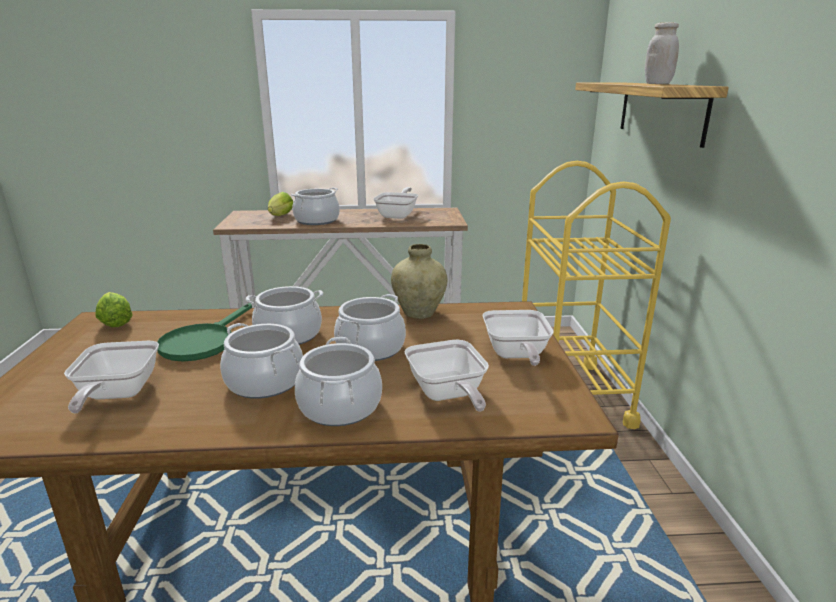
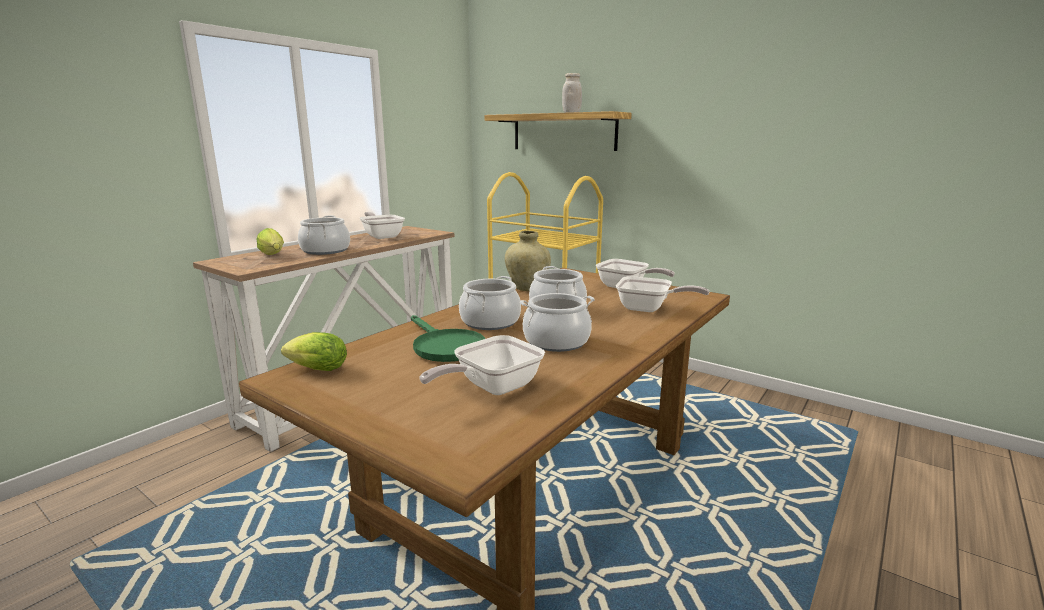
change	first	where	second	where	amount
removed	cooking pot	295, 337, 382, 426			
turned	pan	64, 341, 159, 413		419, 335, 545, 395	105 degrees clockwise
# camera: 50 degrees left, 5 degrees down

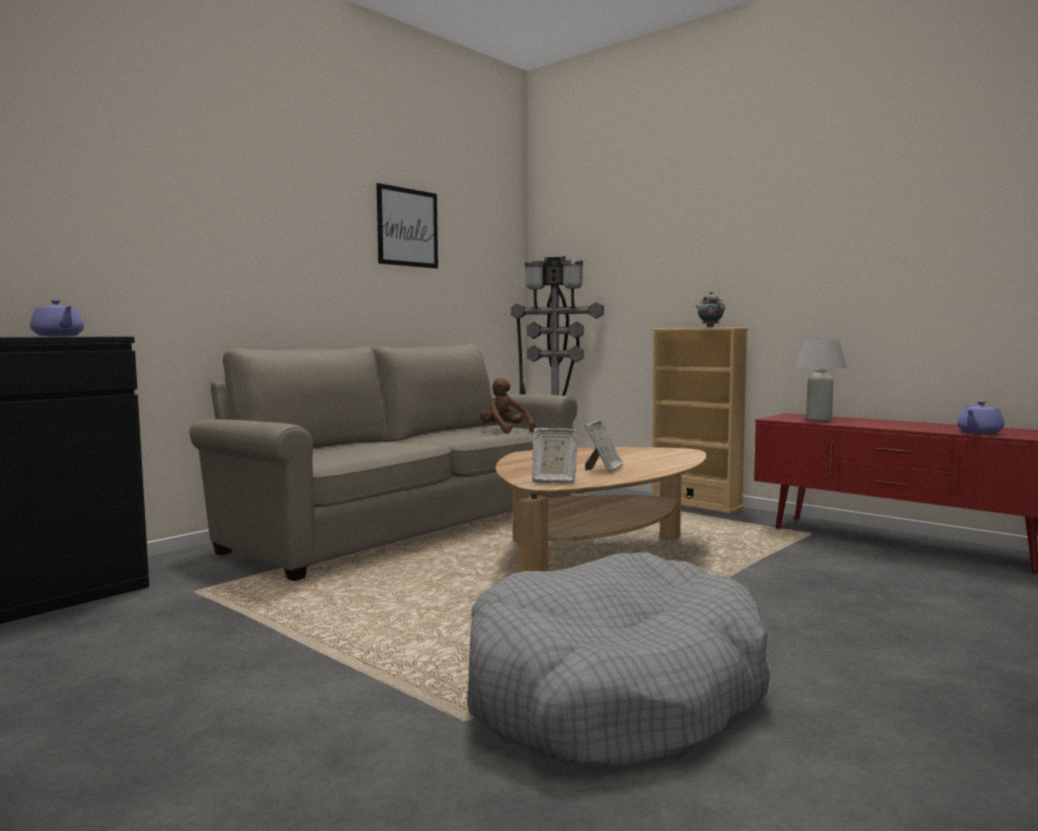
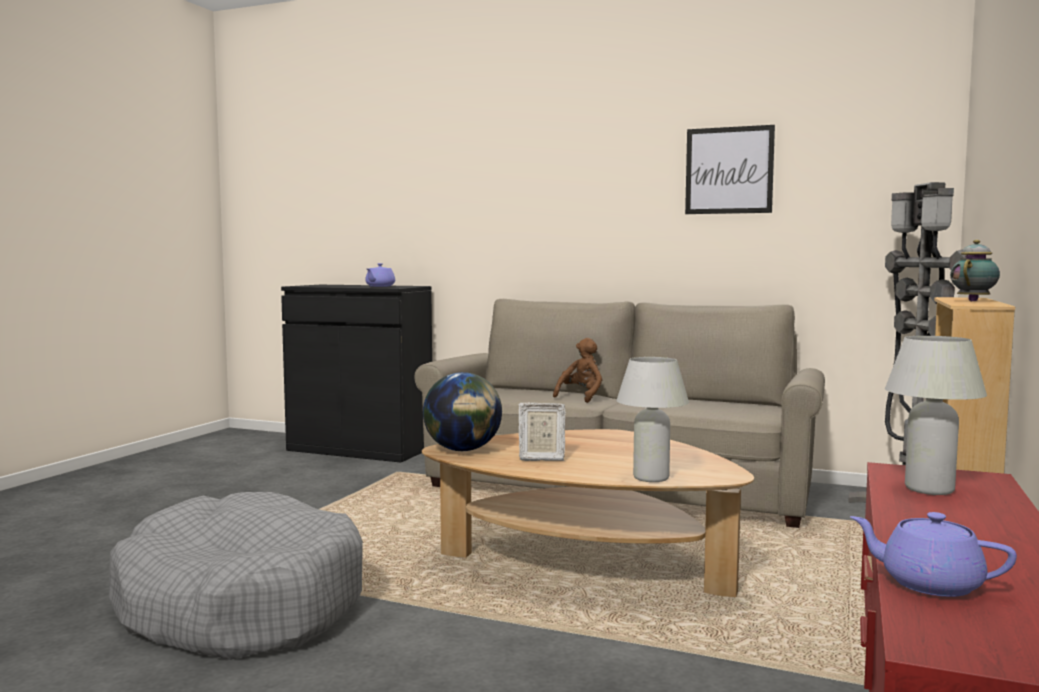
change	first	where	second	where	amount
moved	plush toy in brown-coloured	480, 377, 535, 434		553, 338, 602, 403	
replaced	picture frame	532, 428, 578, 483	world globe	423, 372, 502, 451	
added			tabletop lamp in white	616, 357, 689, 482	
# camera: 70 degrees right, 0 degrees up

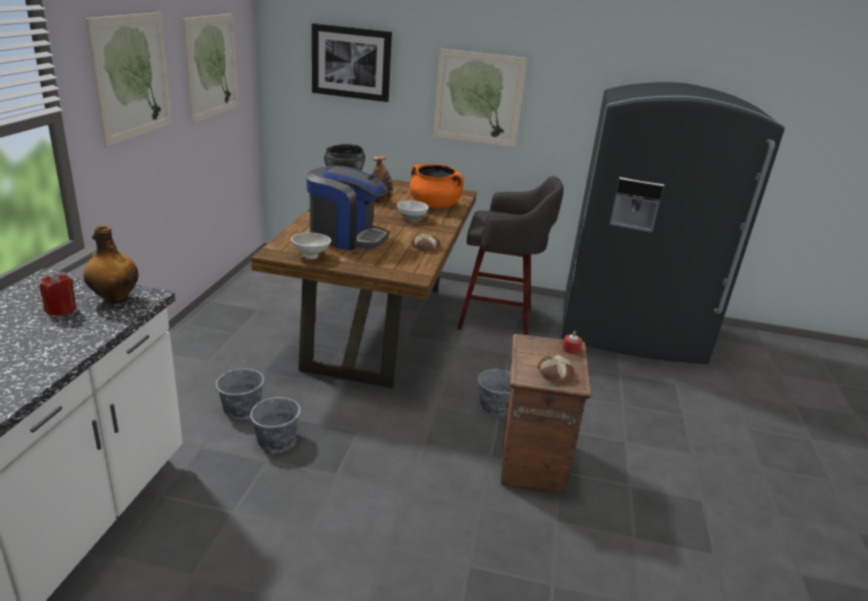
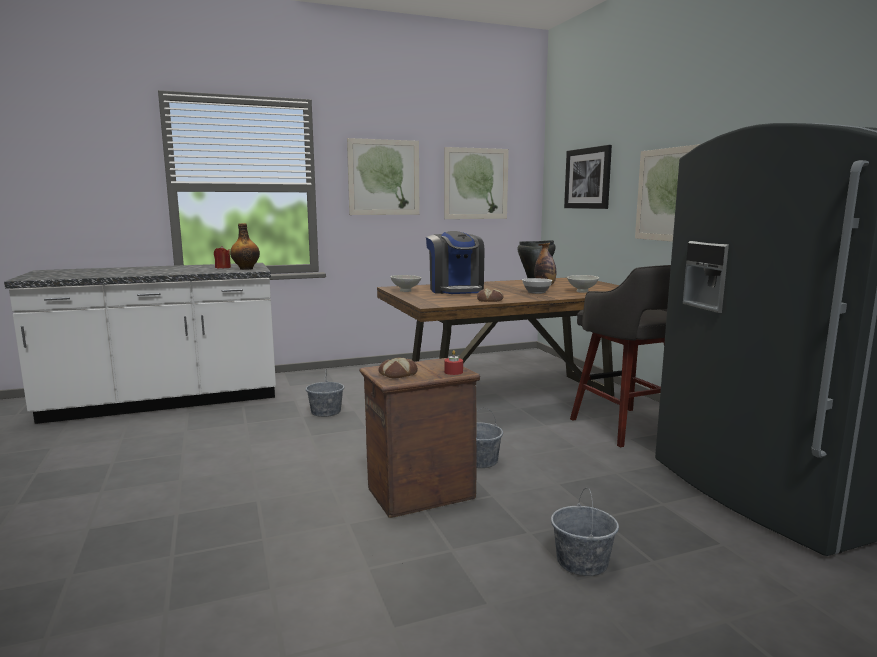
change	first	where	second	where	amount
replaced	cooking pot in orange	410, 164, 464, 208	deep dish in white	567, 275, 599, 293	
moved	pail in grey	216, 359, 264, 418		551, 488, 619, 576	
# camera: 60 degrees right, 15 degrees down

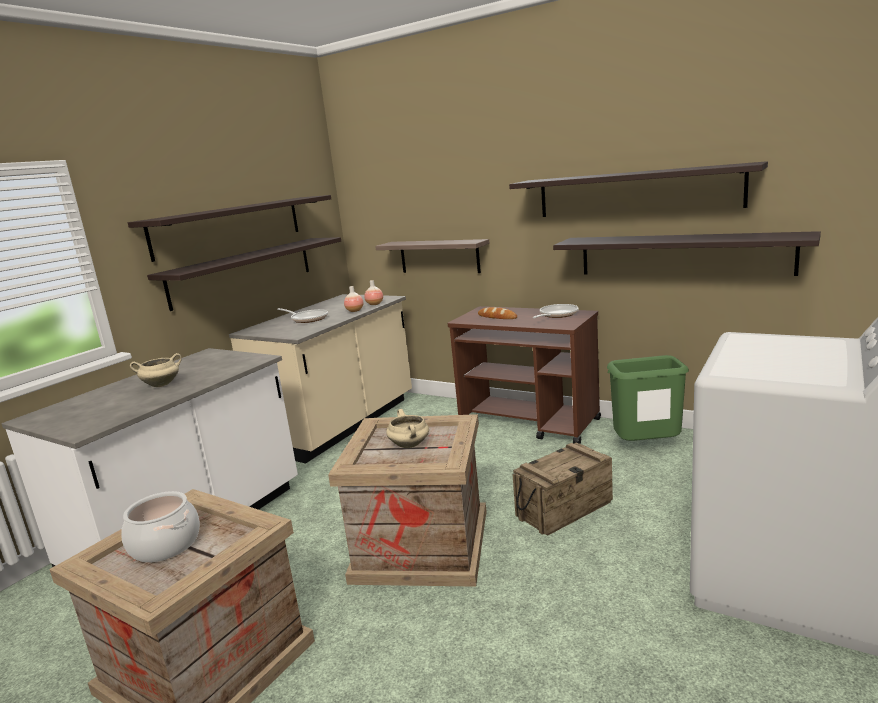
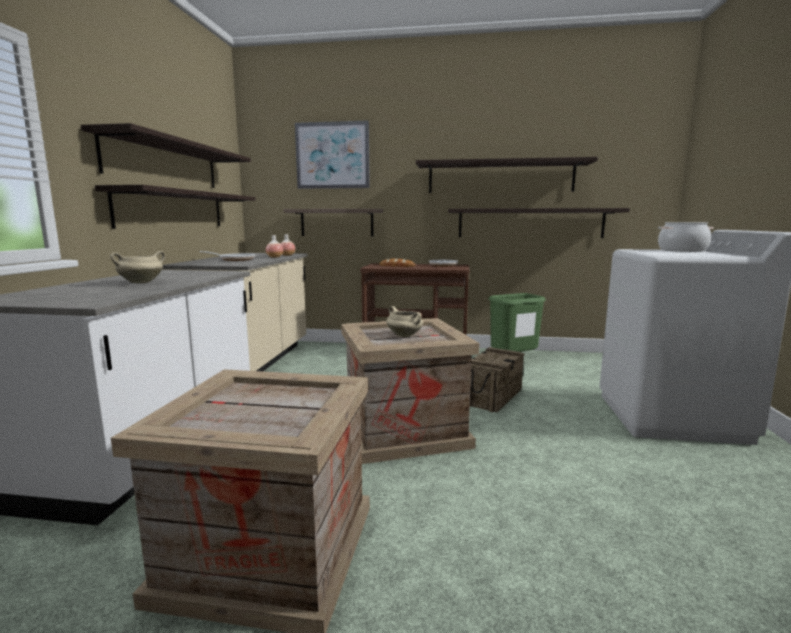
change	first	where	second	where	amount
moved	cooking pot	121, 491, 200, 562		658, 222, 713, 252	
added			picture	295, 121, 370, 189	
# camera: 25 degrees left, 5 degrees down

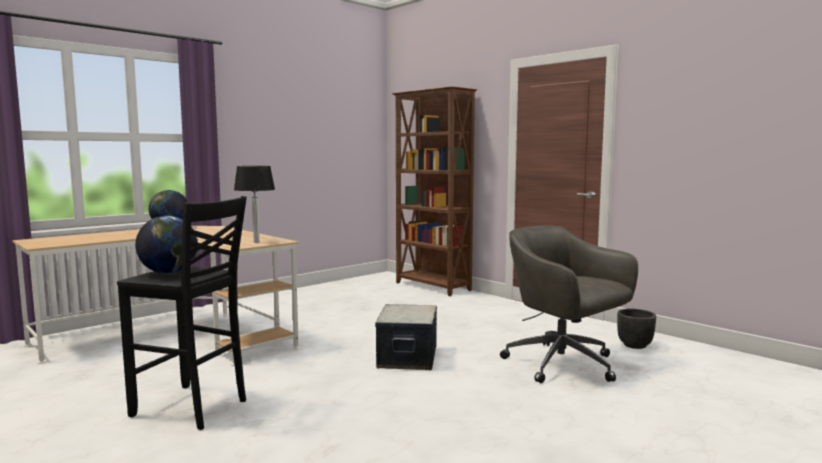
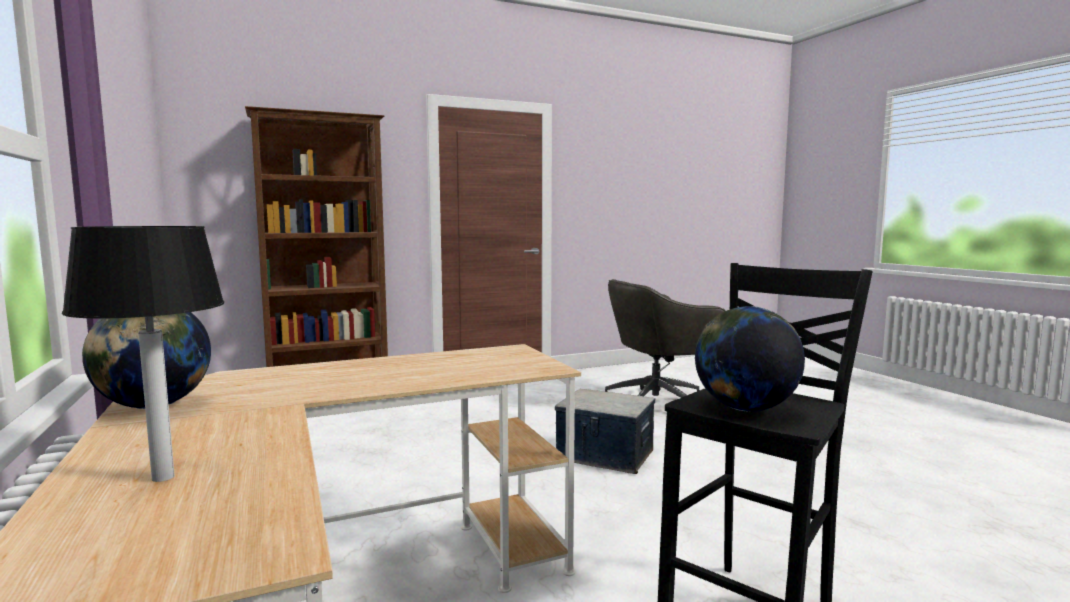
change	first	where	second	where	amount
moved	tabletop lamp	234, 166, 275, 243		62, 226, 224, 482	
removed	flower pot in black	617, 309, 656, 349			
# camera: 70 degrees left, 0 degrees up

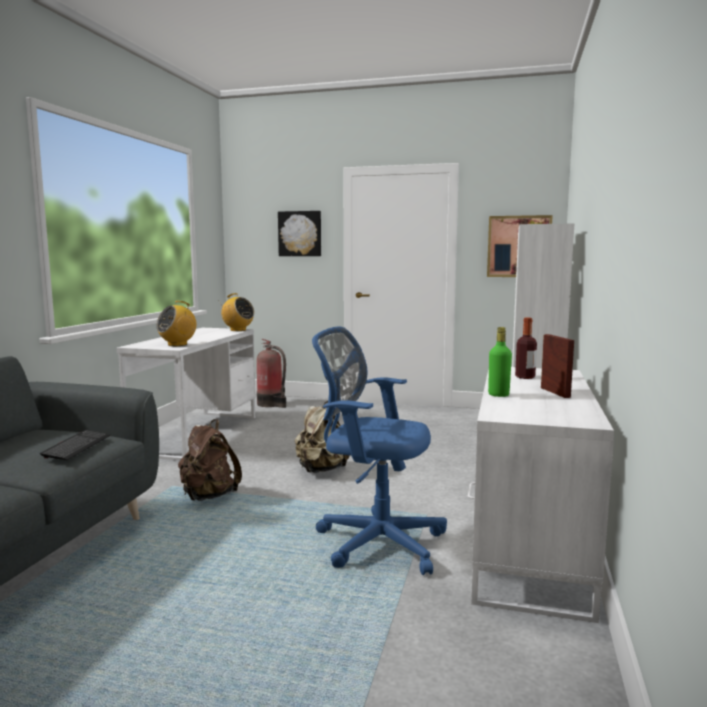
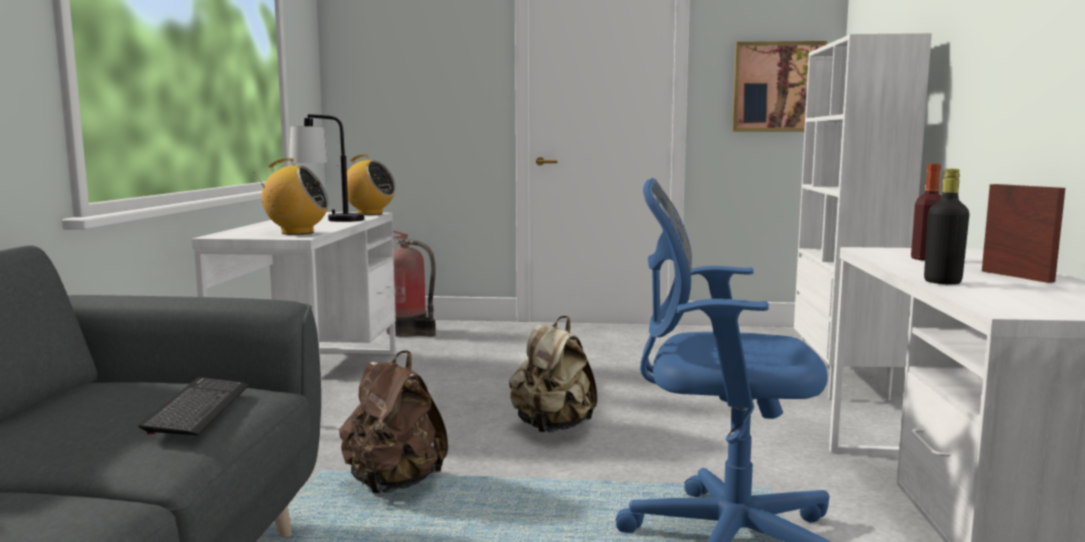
change	first	where	second	where	amount
removed	picture	278, 211, 321, 256			
turned	radio set	156, 301, 196, 346		254, 158, 329, 235	120 degrees counterclockwise
recoloured	bottle in green	488, 327, 512, 397	bottle in black	924, 169, 970, 284	
added			tabletop lamp	289, 114, 364, 222	
# camera: 10 degrees left, 0 degrees up

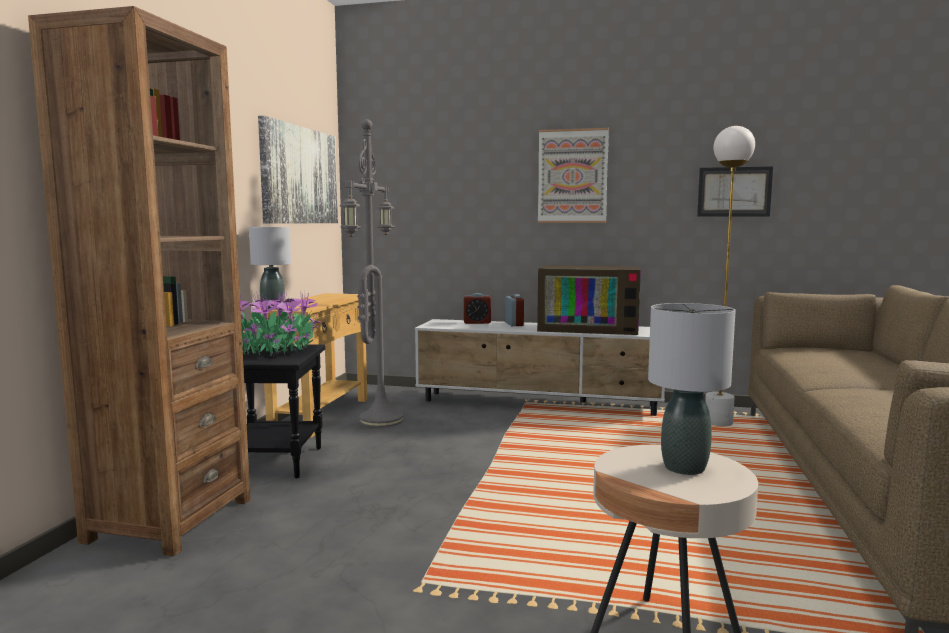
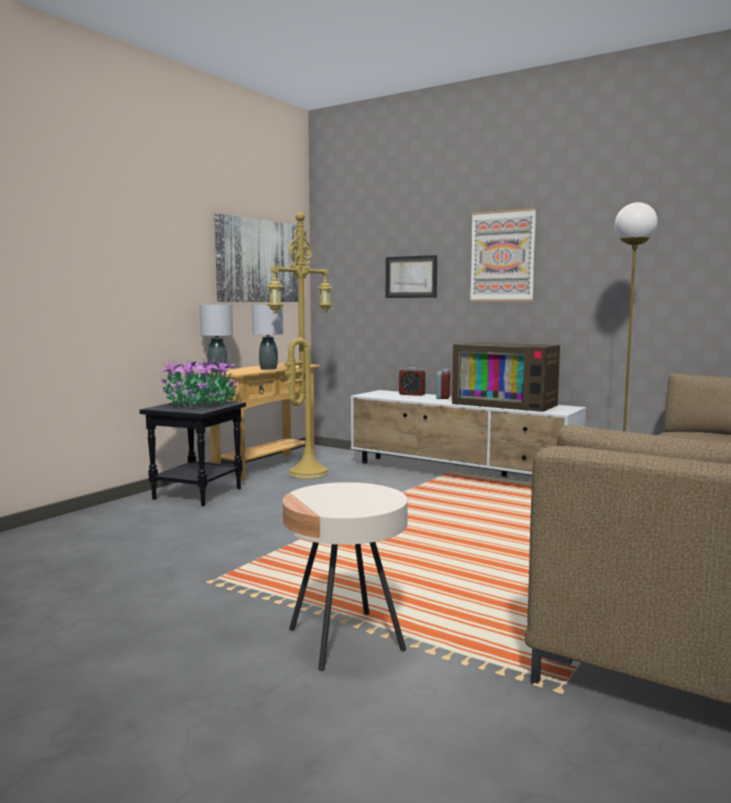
change	first	where	second	where	amount
removed	bookshelf in brown-coloured	28, 6, 251, 556			
recoloured	standing lamp in grey	340, 119, 404, 427	standing lamp in yellowish	267, 212, 333, 479	
moved	picture	697, 166, 773, 217		386, 255, 437, 298	
moved	tabletop lamp in grey	648, 303, 736, 475		252, 305, 283, 370	
# camera: 20 degrees right, 0 degrees up

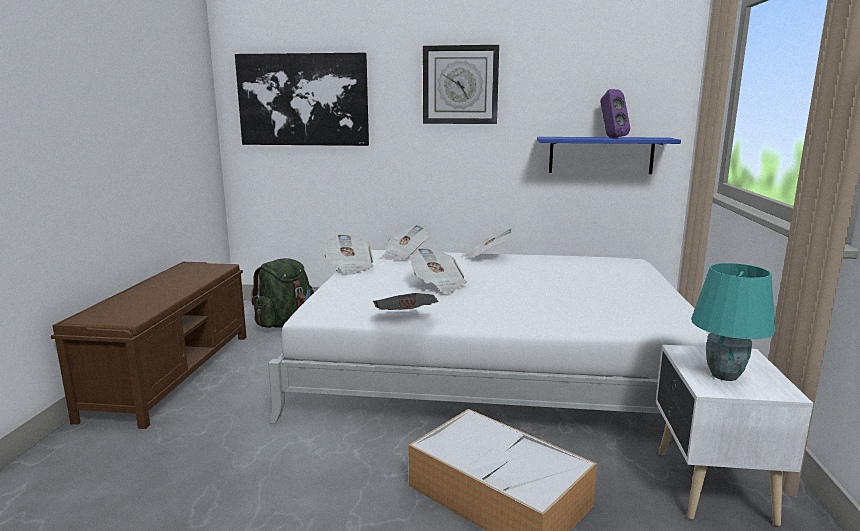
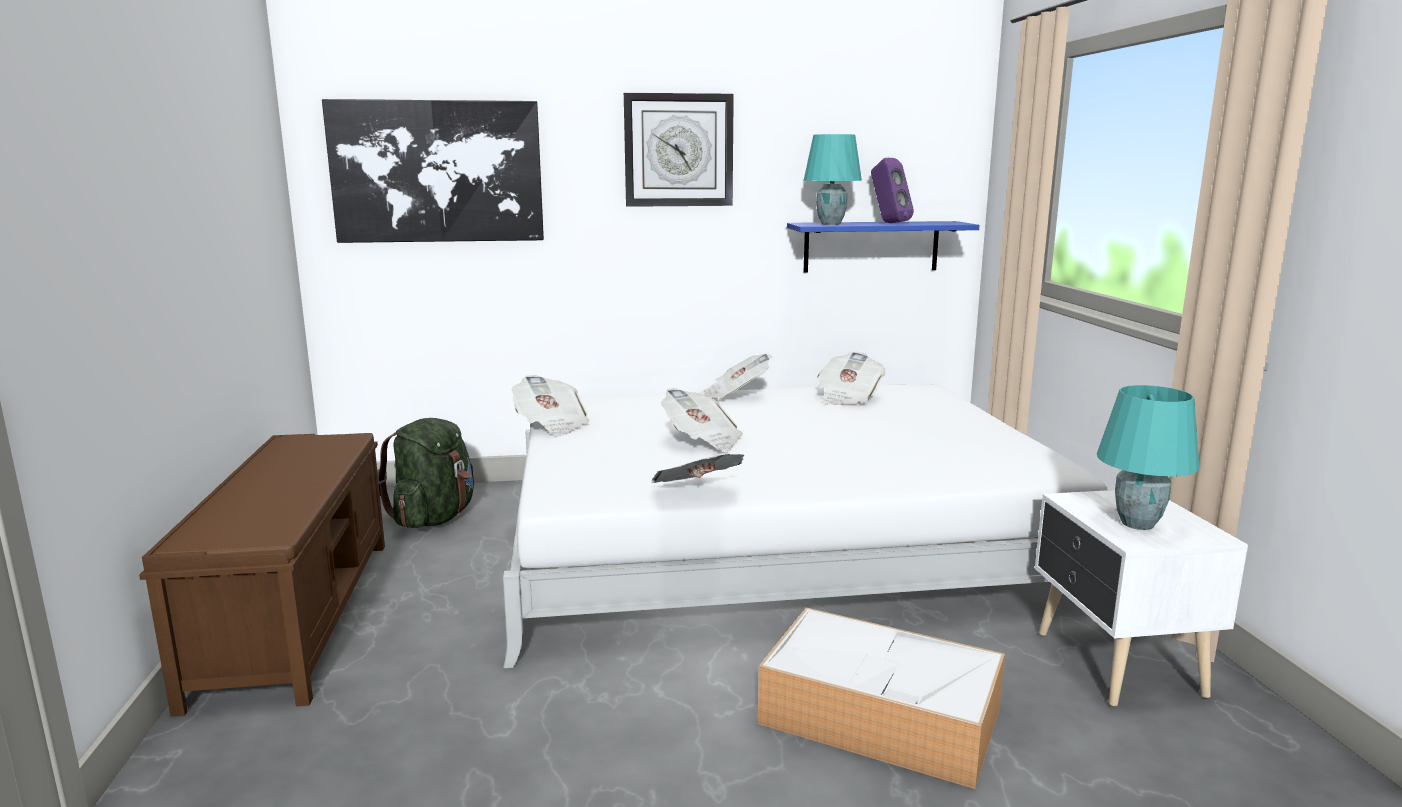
change	first	where	second	where	amount
moved	daily paper	381, 225, 429, 260		818, 352, 886, 405	
added			tabletop lamp in turquoise	804, 134, 862, 225	
# camera: 15 degrees left, 0 degrees up

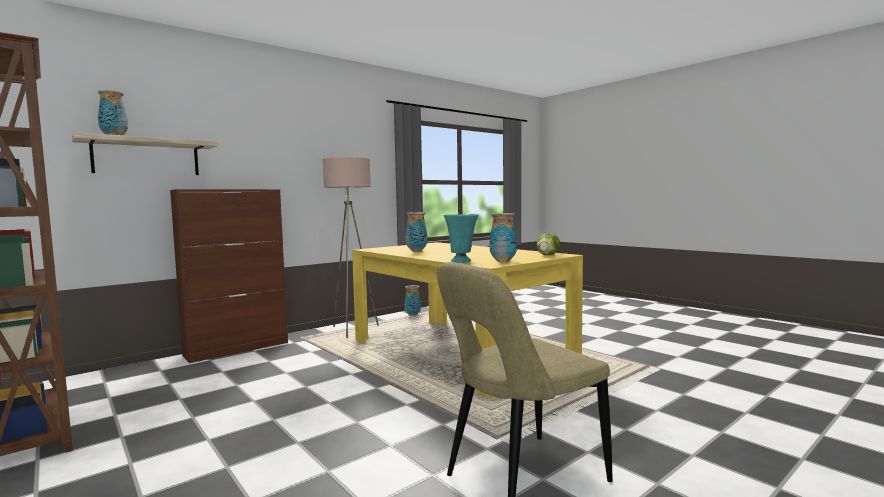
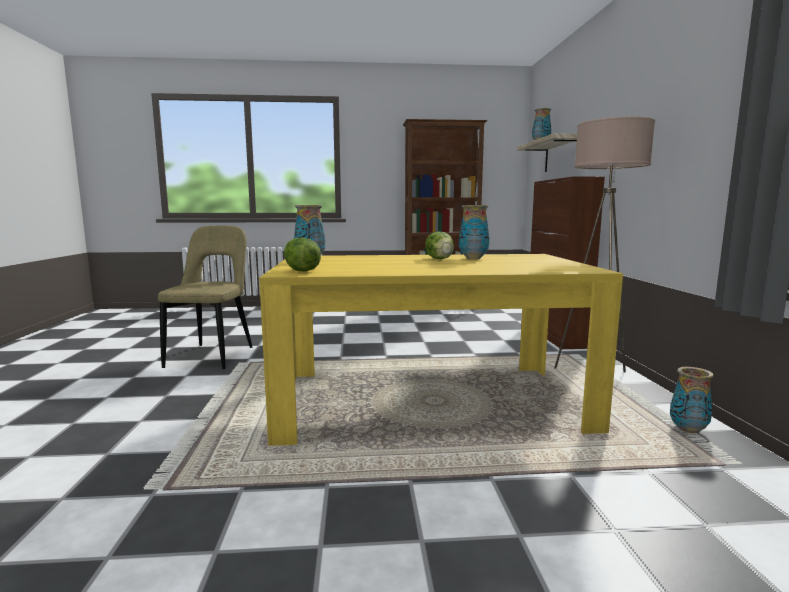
change	first	where	second	where	amount
removed	vase in turquoise	444, 214, 479, 263			
added			head of lettuce	425, 232, 454, 259	
# camera: 125 degrees right, 5 degrees up

